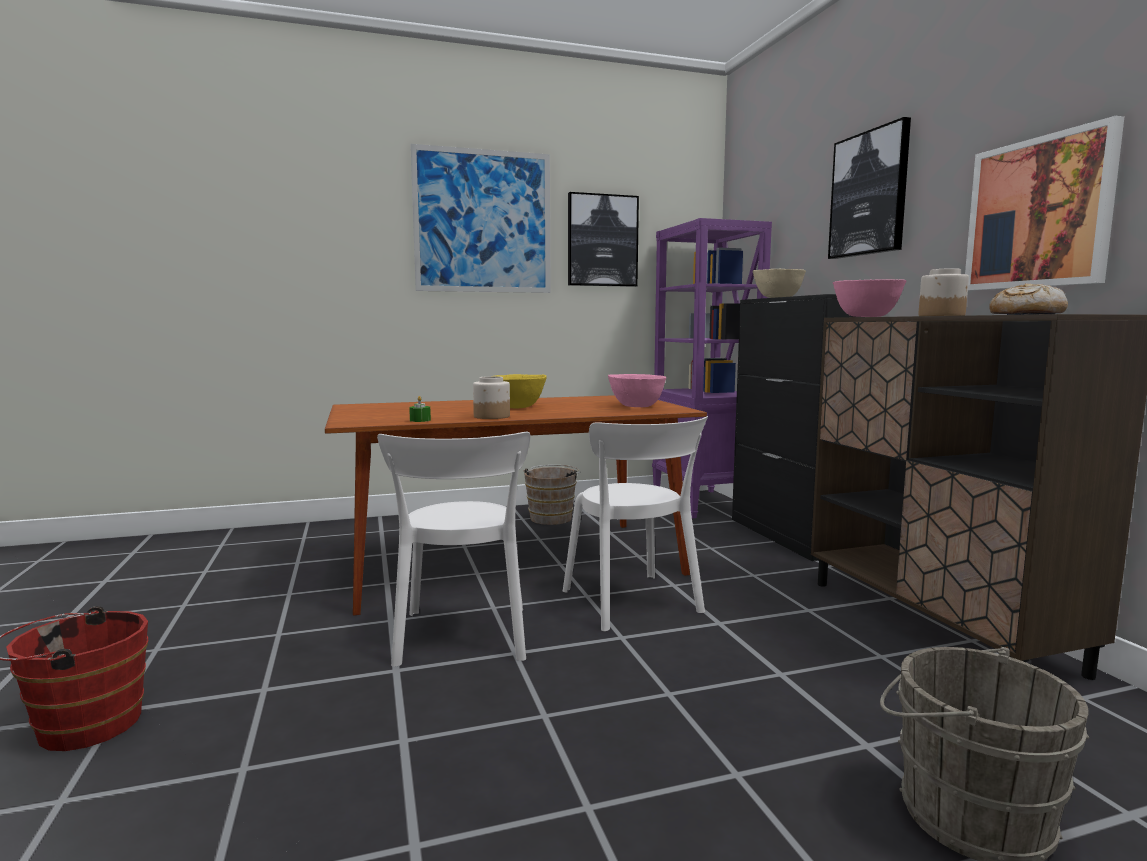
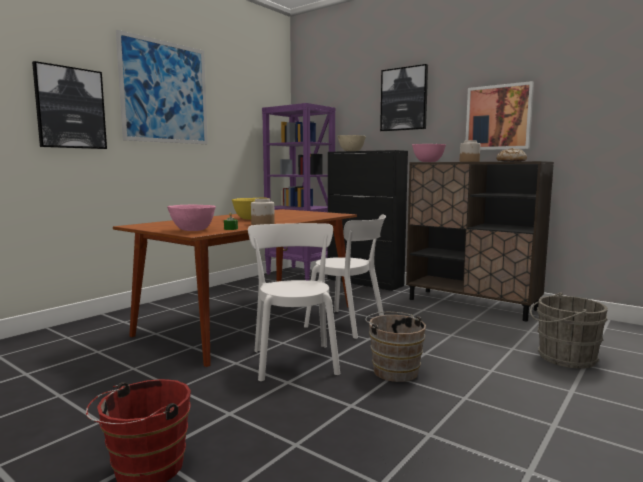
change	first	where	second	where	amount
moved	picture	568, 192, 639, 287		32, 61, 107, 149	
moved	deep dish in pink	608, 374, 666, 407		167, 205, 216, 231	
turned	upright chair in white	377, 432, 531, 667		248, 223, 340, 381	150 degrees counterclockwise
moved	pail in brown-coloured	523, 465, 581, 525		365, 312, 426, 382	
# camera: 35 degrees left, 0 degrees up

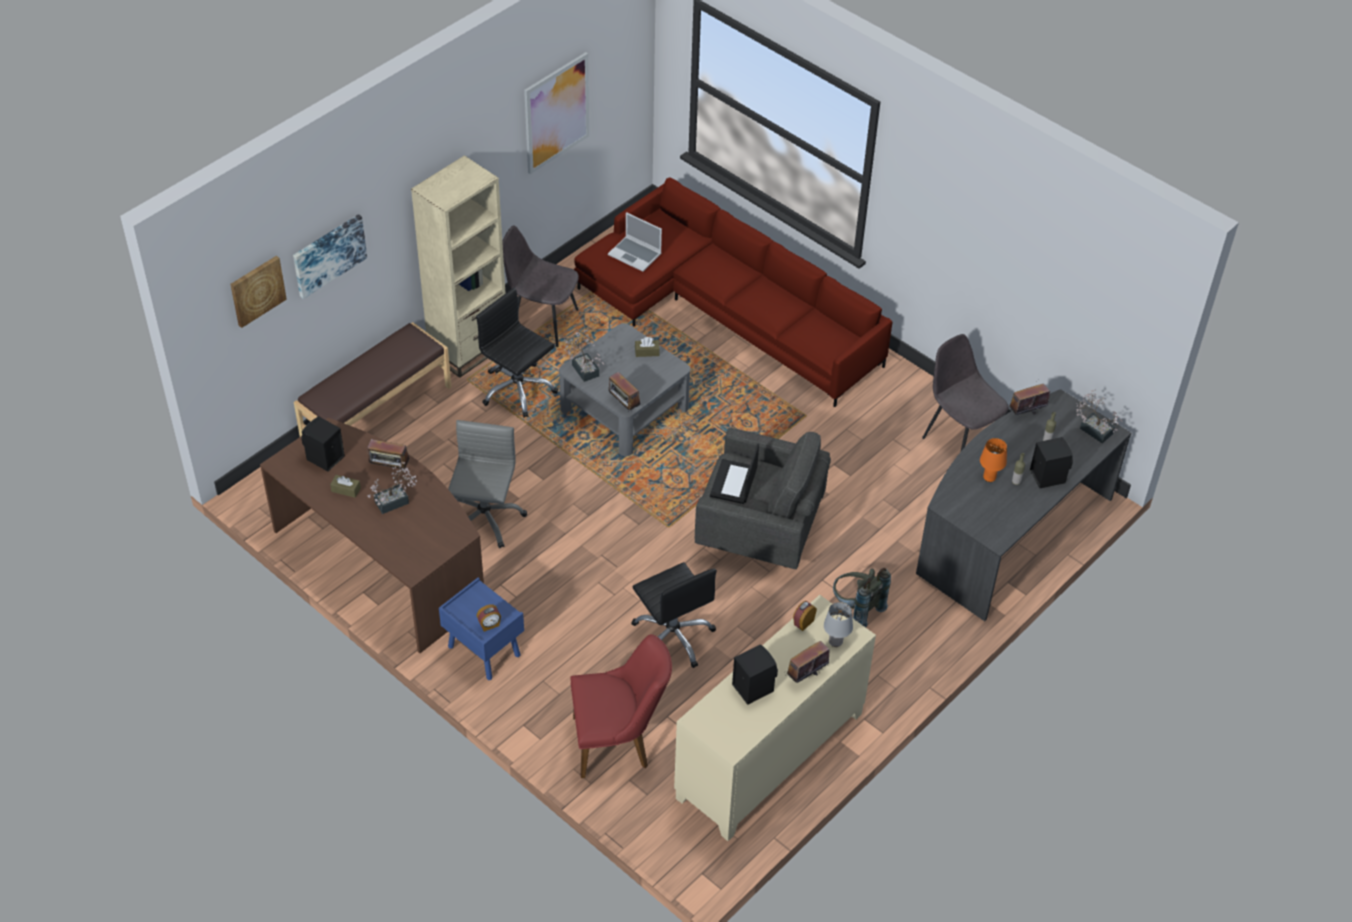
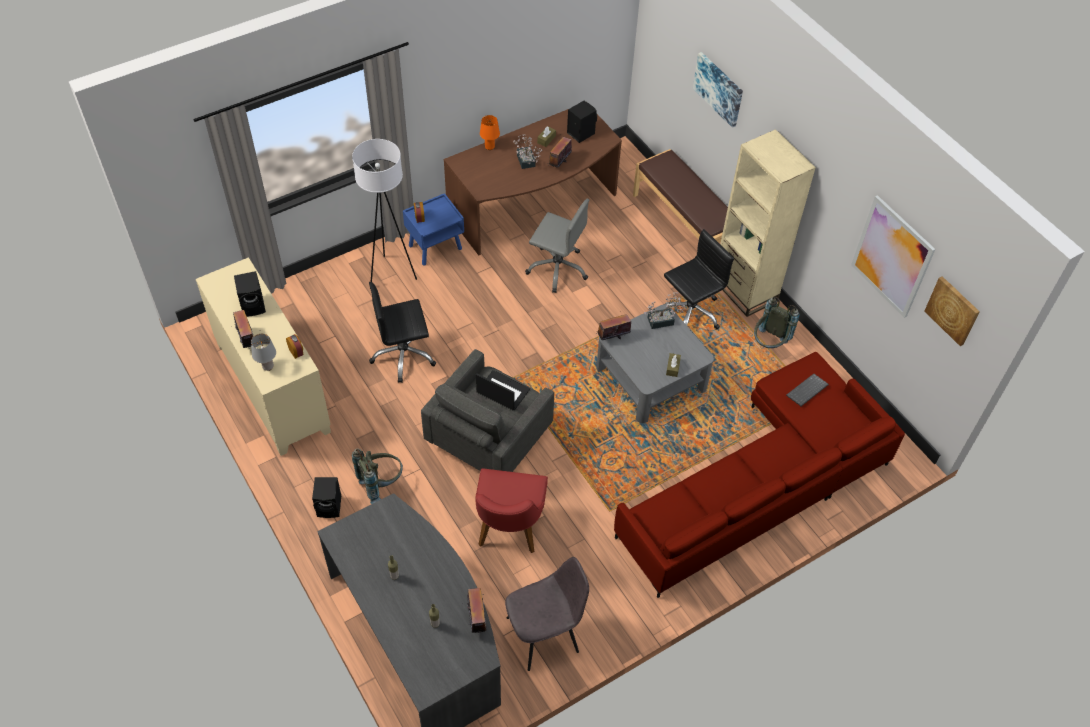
change	first	where	second	where	amount
replaced	notebook computer	608, 212, 662, 272	PC keyboard	786, 374, 829, 406	
replaced	upright chair in grey	502, 225, 579, 347	rucksack in grey	754, 297, 799, 348	
moved	picture	230, 256, 287, 328		925, 276, 980, 346	
removed	houseplant	1076, 389, 1123, 443			
moved	audio speaker in black	1030, 437, 1073, 488		312, 477, 341, 518	
moved	tabletop lamp in orange	980, 438, 1007, 482		480, 115, 500, 150	
moved	upright chair in red-coloured	570, 634, 672, 778		475, 468, 548, 553	
added			standing lamp in white	352, 139, 417, 282	
# camera: 105 degrees right, 5 degrees up

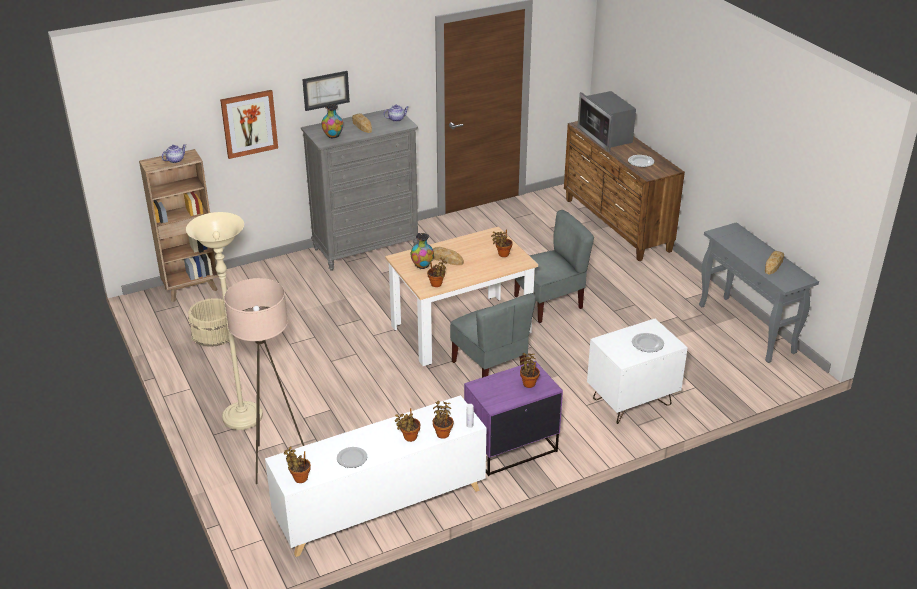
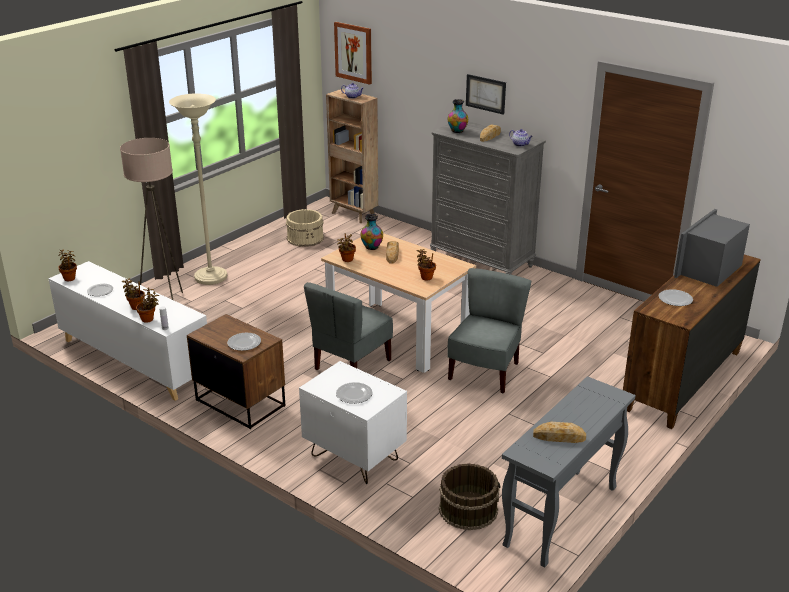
change	first	where	second	where	amount
moved	picture	220, 90, 278, 159		334, 22, 372, 85	
turned	upright chair in grey	514, 210, 594, 323		447, 268, 531, 393	105 degrees counterclockwise
replaced	houseplant	520, 353, 540, 388	dinner plate	227, 333, 261, 351	
recoloured	nightstand in purple-coloured	464, 361, 563, 476	nightstand in brown-coloured	187, 314, 285, 429	
added			pail in brown-coloured	439, 463, 500, 530	
# camera: 65 degrees right, 5 degrees down

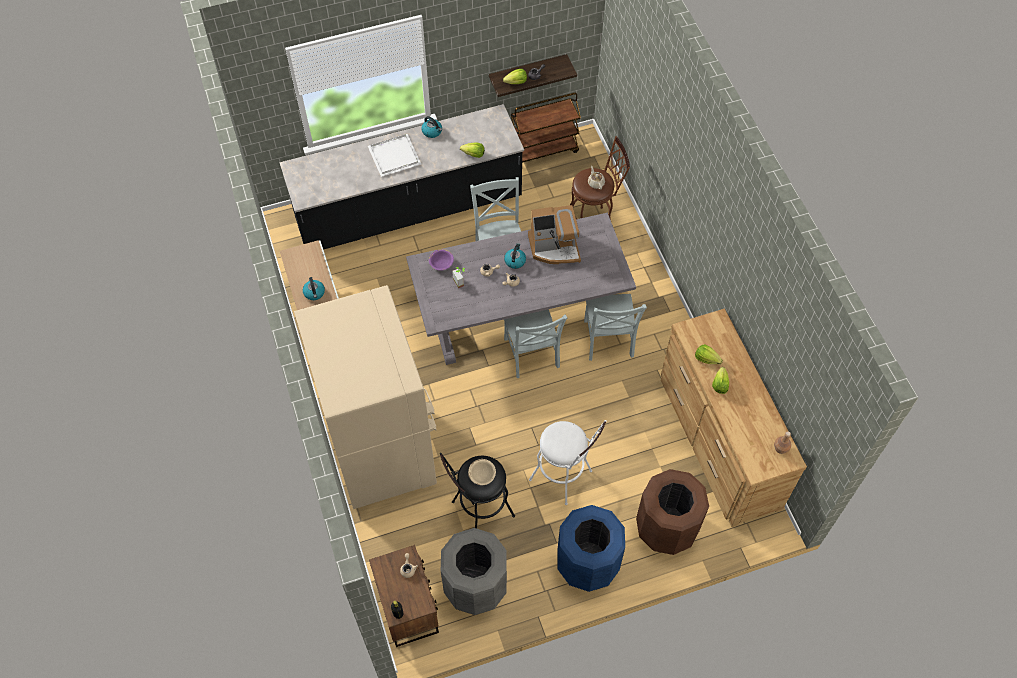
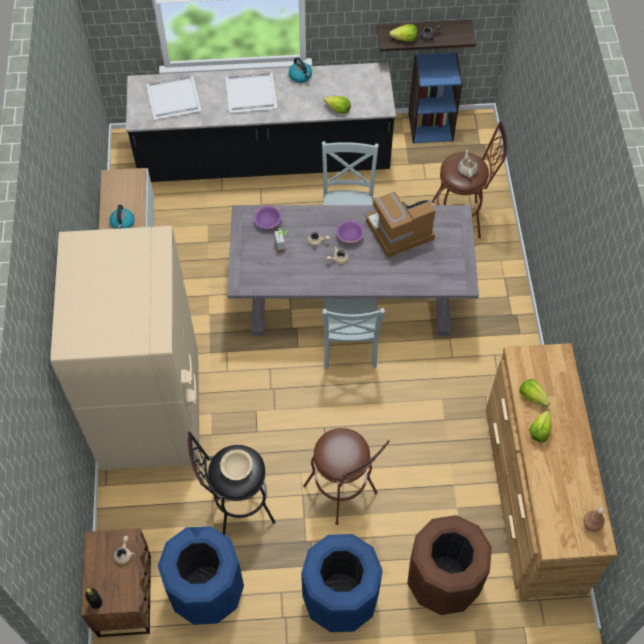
change	first	where	second	where	amount
replaced	cart in brown-coloured	511, 93, 581, 163	bookshelf in blue	408, 52, 463, 143	
turned	coffee machine	528, 205, 581, 264		365, 192, 436, 258	150 degrees clockwise
replaced	water kettle	504, 243, 526, 269	deep dish in purple-coloured	336, 221, 365, 243	
removed	upright chair in grey	584, 294, 647, 361			
recoloured	stool seat in white	529, 420, 606, 505	stool seat in brown-coloured	303, 428, 390, 525	
recoloured	trash can in grey	441, 528, 507, 615	trash can in blue	158, 526, 244, 625	
added			tray in white	146, 76, 202, 120	
# camera: 15 degrees right, 0 degrees up

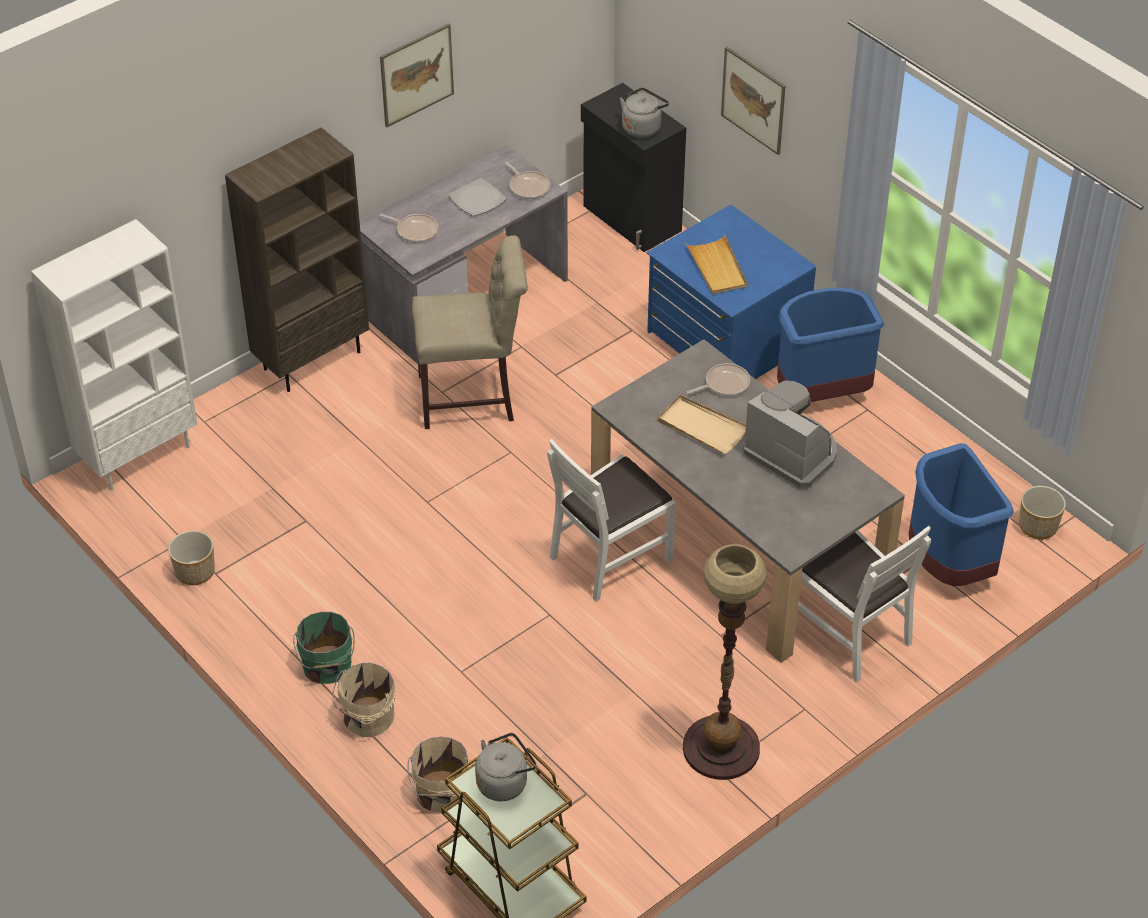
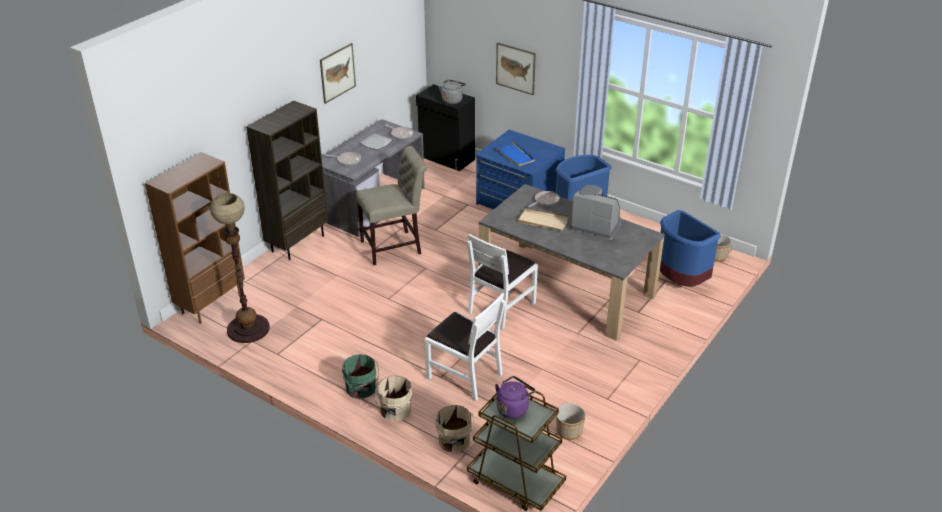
change	first	where	second	where	amount
recoloured	bookshelf in white	31, 219, 198, 490	bookshelf in brown-coloured	145, 152, 245, 324	
recoloured	tray in beige-coloured	686, 235, 747, 294	tray in blue	495, 141, 535, 167	
moved	upright chair in white	798, 526, 931, 682		425, 293, 505, 401	
moved	flower pot	168, 531, 215, 585		556, 403, 586, 440	
moved	standing lamp	683, 544, 766, 780		210, 193, 270, 343	
recoloured	water kettle in grey	475, 733, 537, 801	water kettle in purple-coloured	495, 376, 535, 418	
# camera: 15 degrees left, 10 degrees down

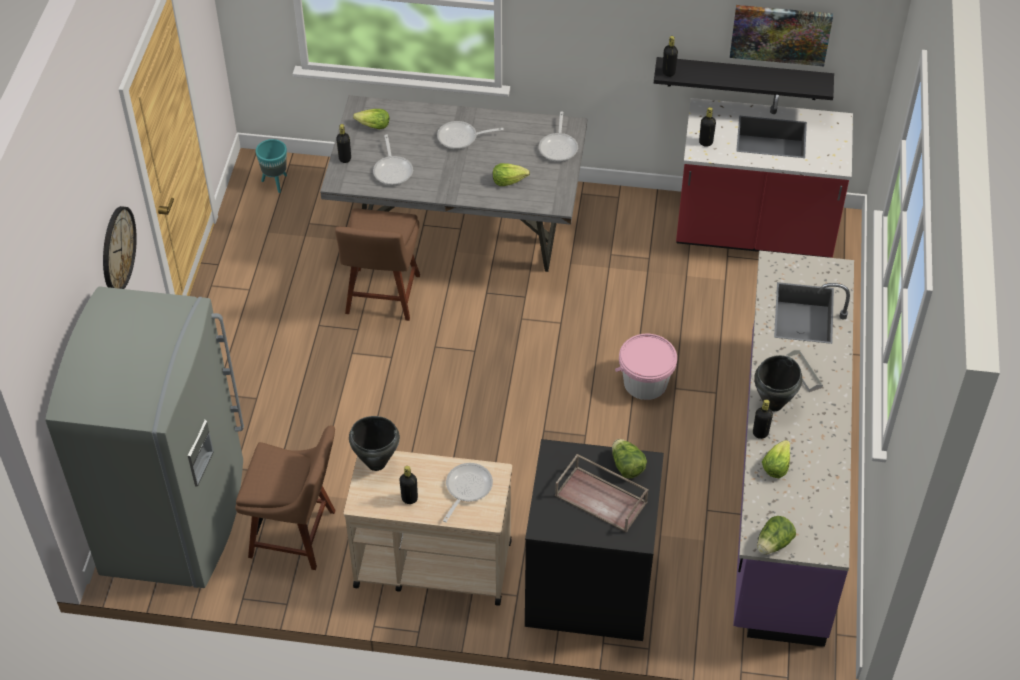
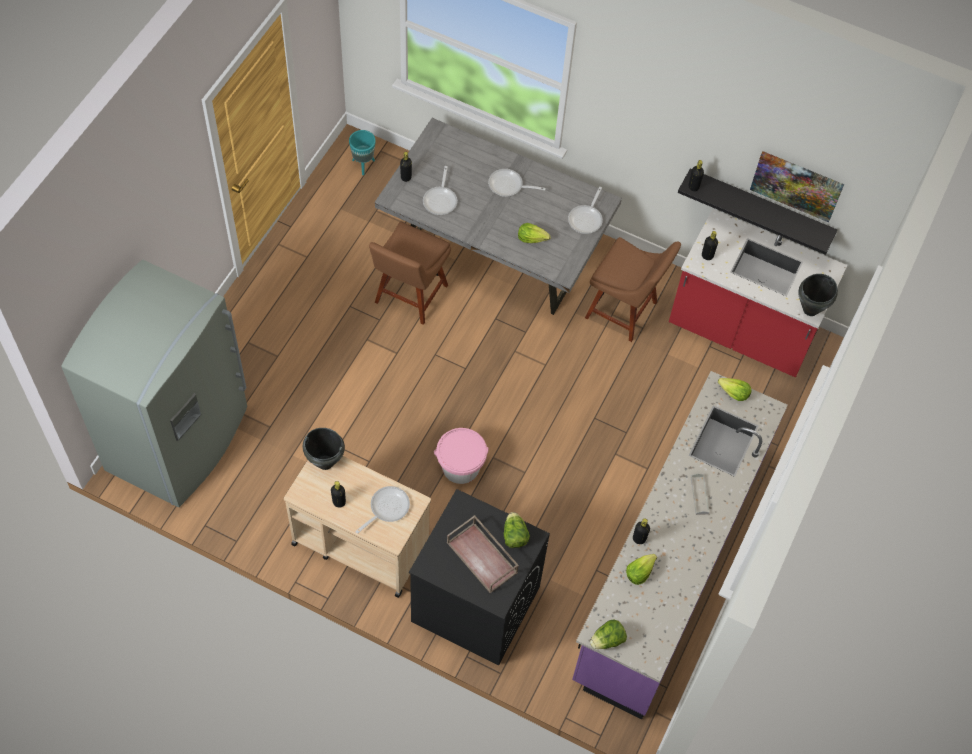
change	first	where	second	where	amount
moved	head of lettuce	353, 109, 390, 129		718, 378, 752, 401	
removed	hanging clock	103, 206, 137, 289			
moved	pail in pink	615, 334, 677, 400		434, 428, 489, 484	
moved	cooking pot in black	754, 355, 802, 411		798, 274, 838, 316	
moved	upright chair in brown-coloured	235, 425, 336, 570		585, 237, 681, 342	
# camera: 15 degrees right, 10 degrees up

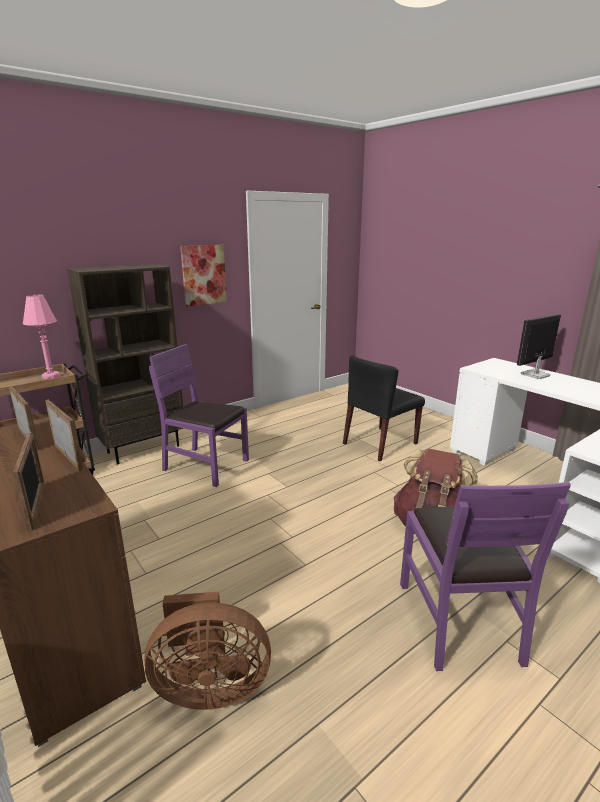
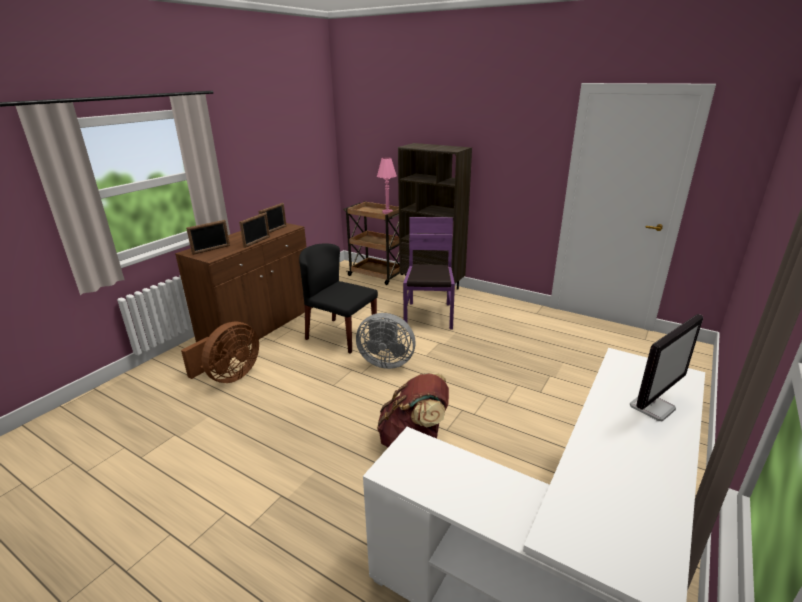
change	first	where	second	where	amount
removed	picture	180, 245, 227, 306			
turned	computer screen	517, 314, 561, 379		630, 314, 704, 421	105 degrees clockwise
moved	upright chair in black	343, 355, 425, 461		299, 243, 378, 354	
removed	upright chair in purple-coloured	400, 482, 571, 671			
turned	fan in brown-coloured	144, 592, 271, 710		181, 322, 259, 383	120 degrees counterclockwise
added			fan in grey	356, 313, 416, 369	
# camera: 70 degrees right, 5 degrees up

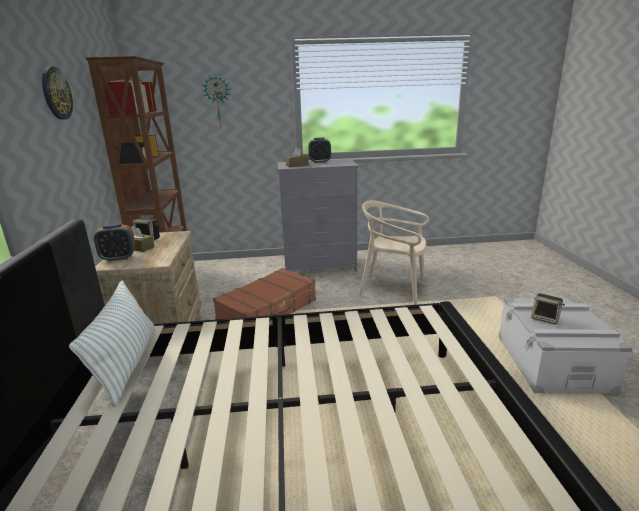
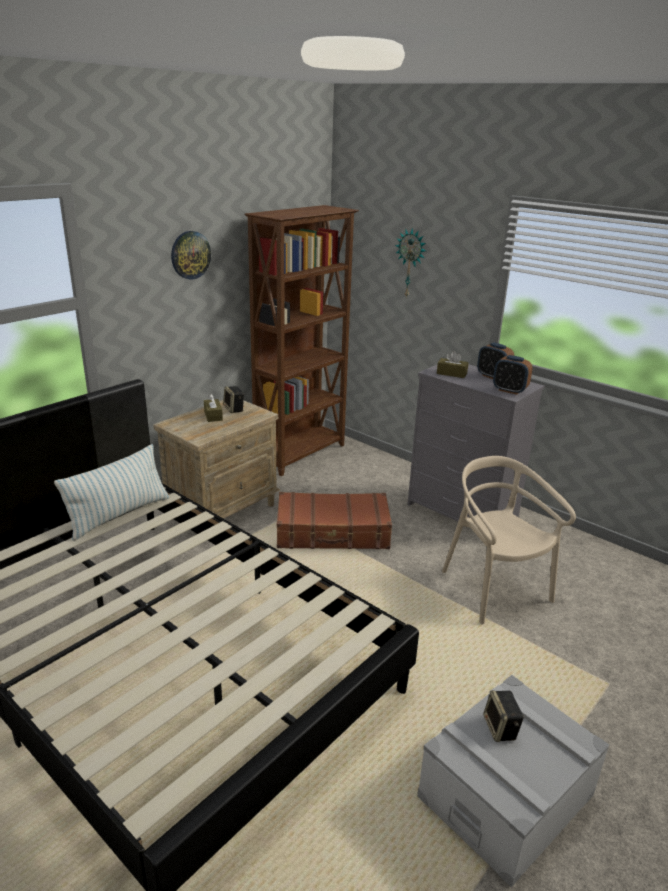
change	first	where	second	where	amount
moved	table clock	94, 223, 136, 262		493, 355, 532, 395	
# camera: 45 degrees right, 5 degrees up

